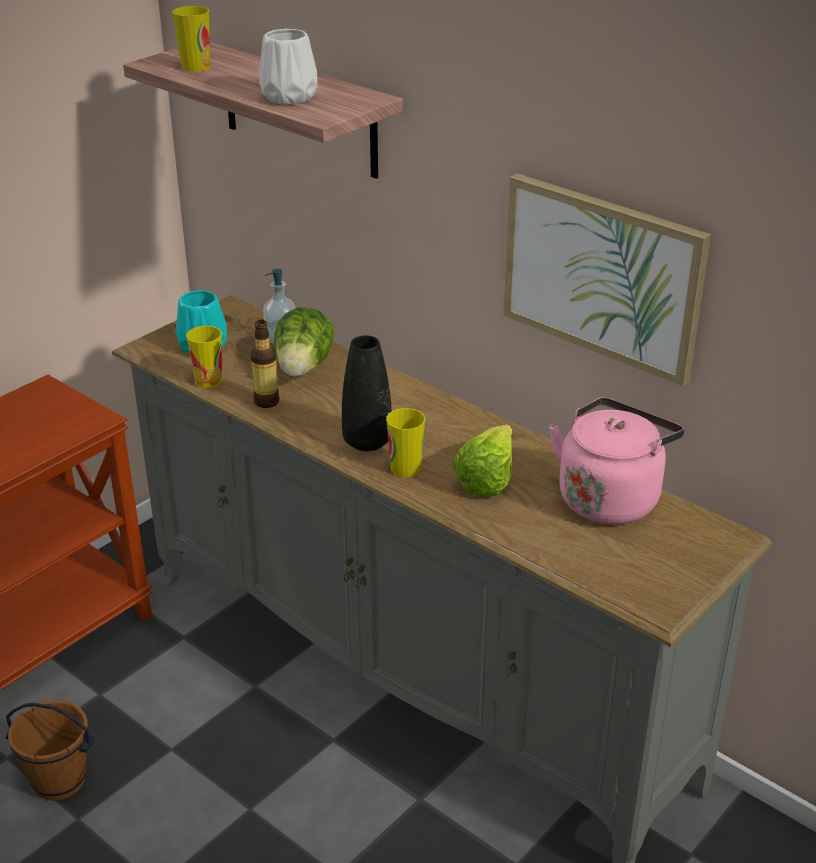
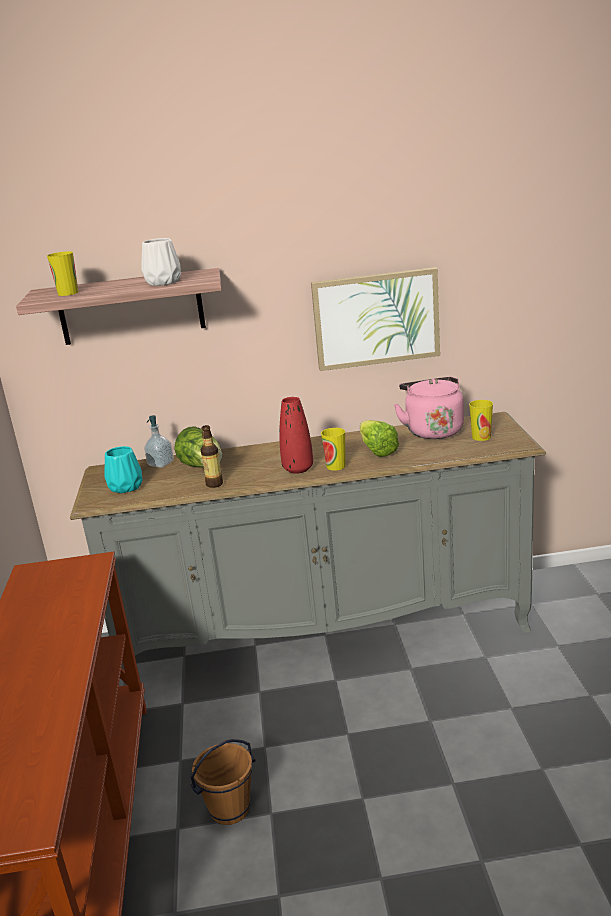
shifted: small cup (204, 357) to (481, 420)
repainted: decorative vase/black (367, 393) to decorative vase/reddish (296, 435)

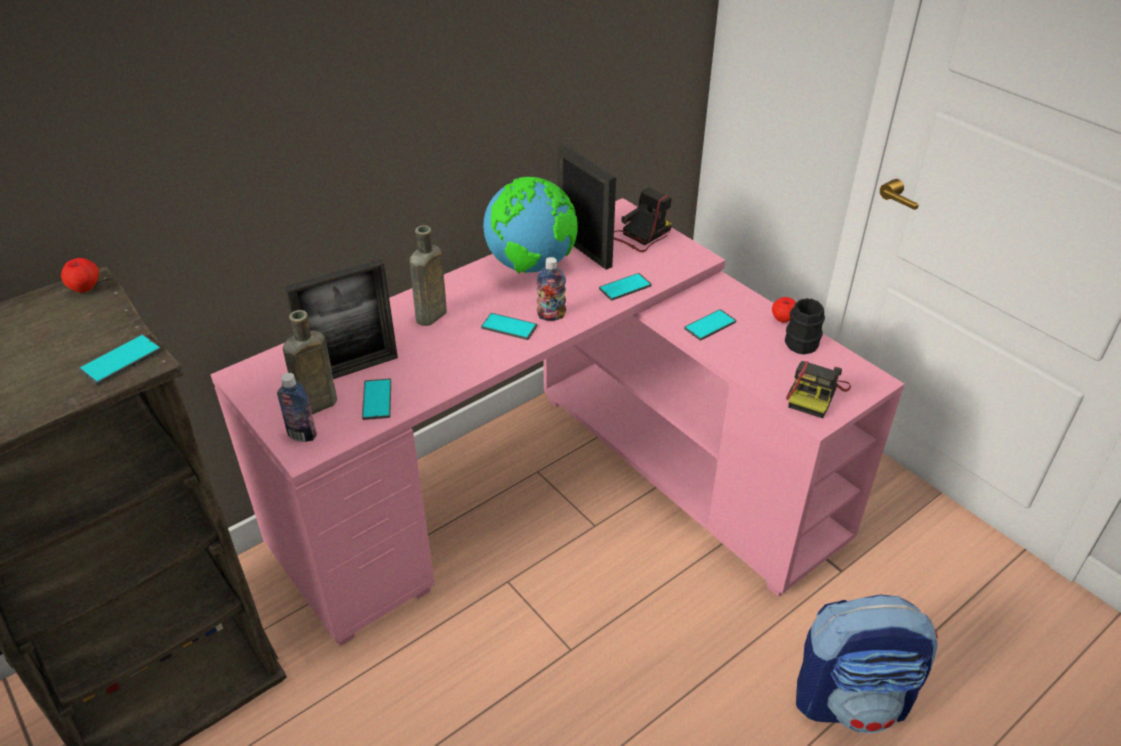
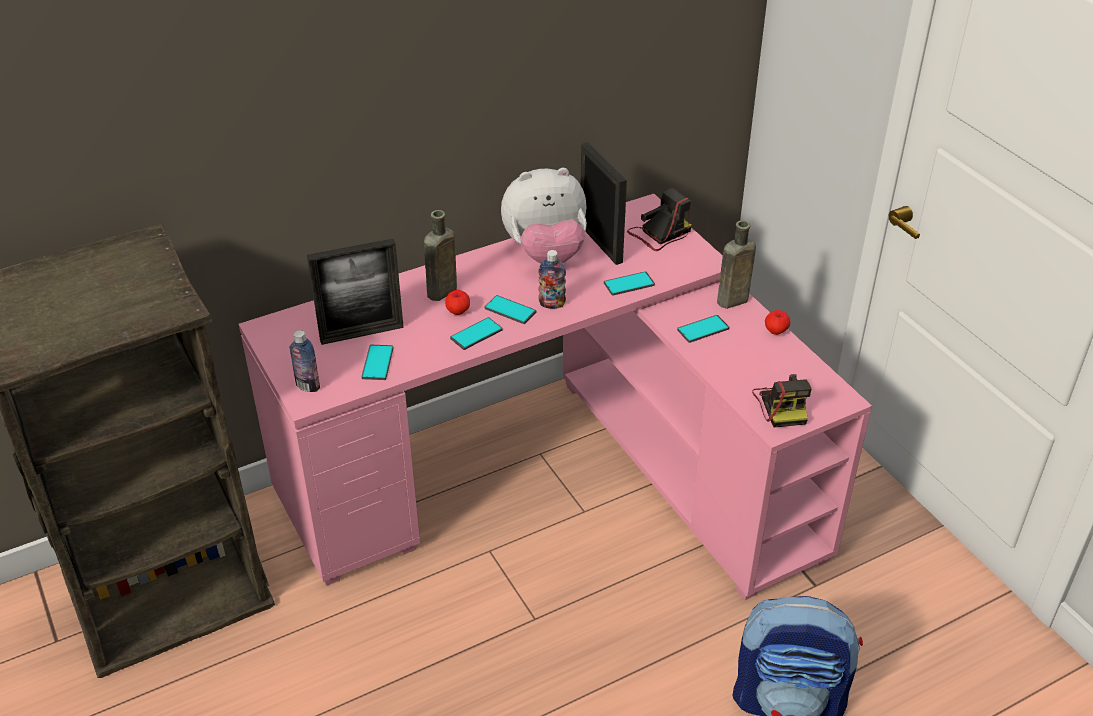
gone: coffee mug/black (805, 326)
shifted: apple (80, 275) to (457, 302); phone (120, 360) to (476, 333); drink bottle/brown-coloured (310, 362) to (736, 264)
swapped: desk globe (530, 225) to cuddly toy (544, 216)
rotated: still camera (818, 389) = (782, 400) 45 degrees counterclockwise

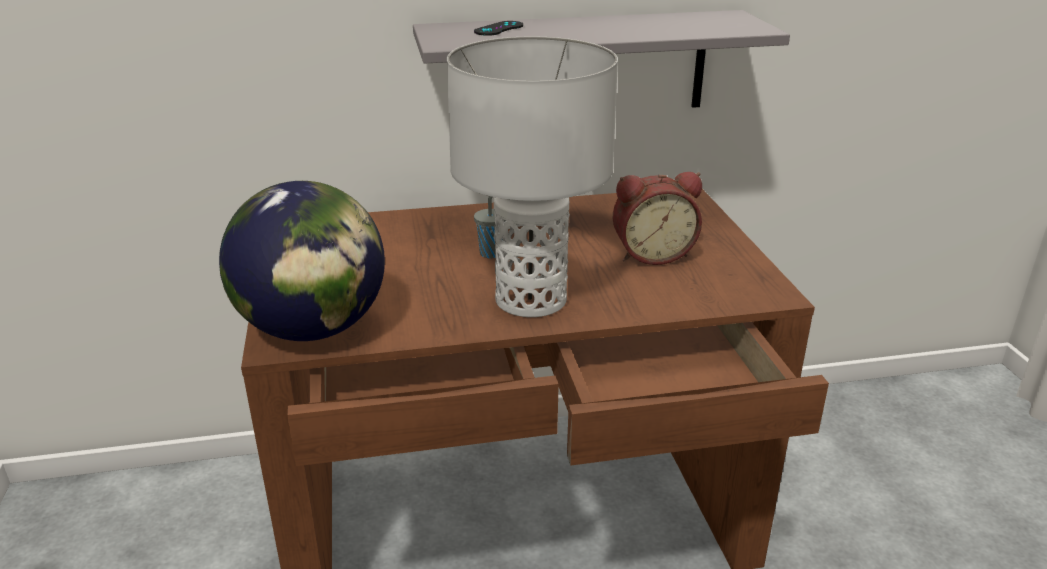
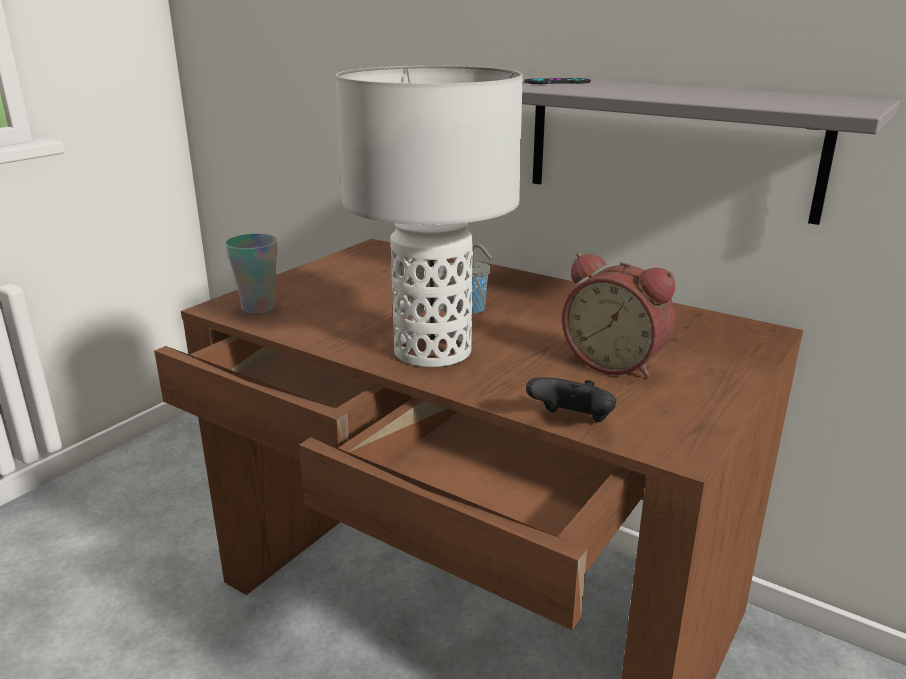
new: joypad/black (571, 399)
swapped: desk globe (302, 261) to small cup (251, 273)

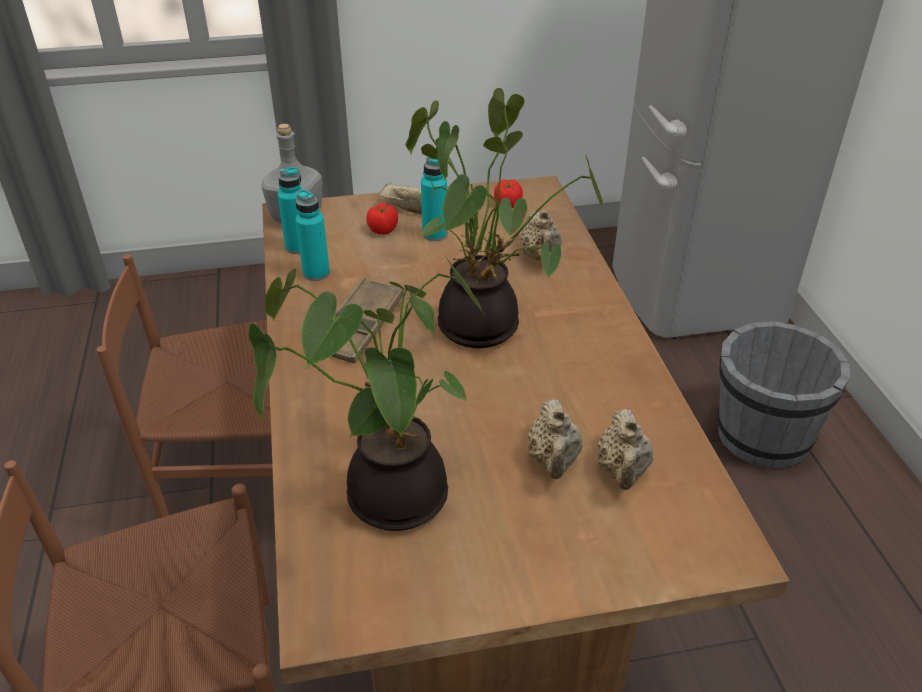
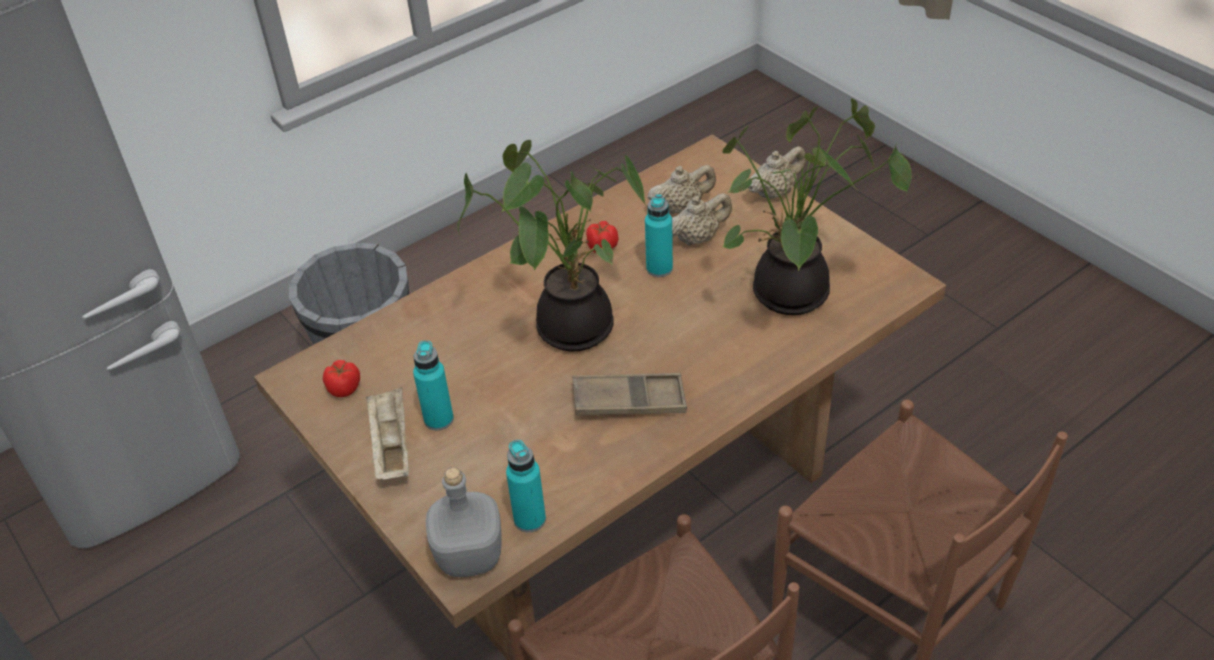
shifted: drink bottle/blue-green (312, 235) to (659, 235); fresh tomato (382, 218) to (602, 237); teapot/beige (541, 235) to (777, 173)

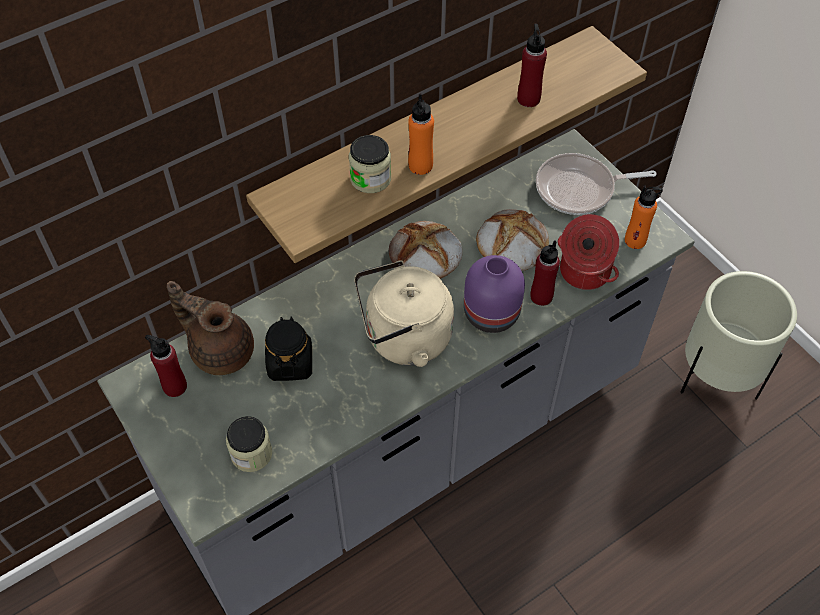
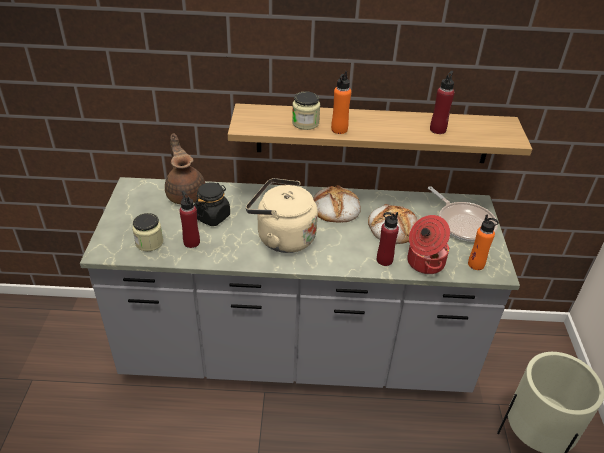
gone: decorative vase/purple-coloured (494, 294)
shifted: drink bottle/reddish (166, 366) to (189, 219)
rotated: frying pan (596, 184) = (463, 214) 150 degrees counterclockwise

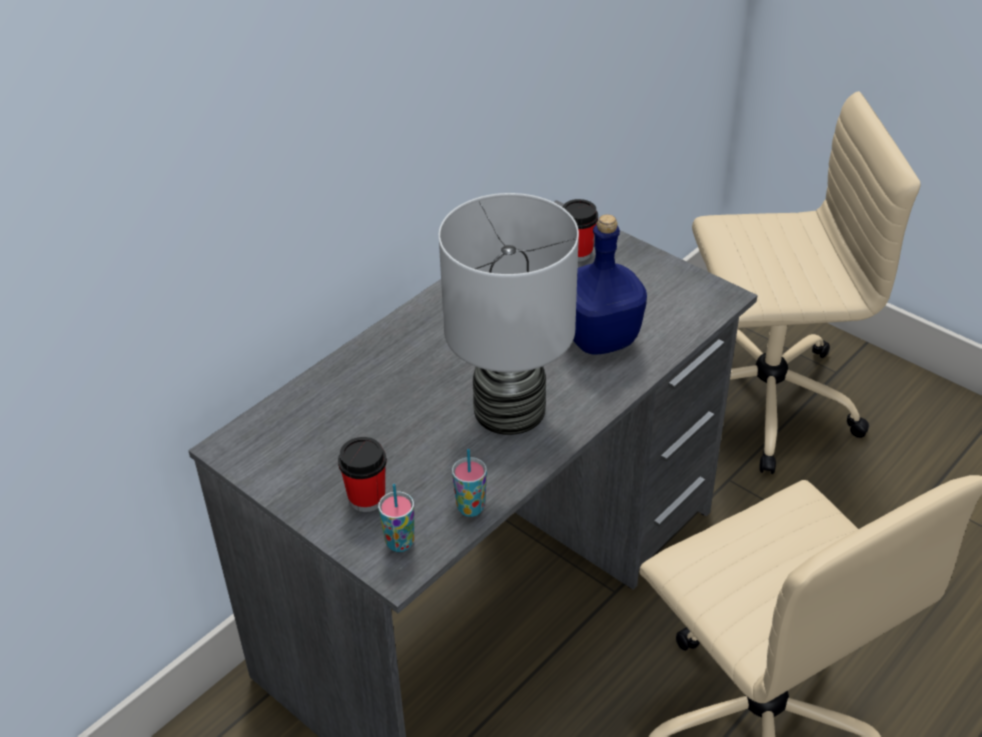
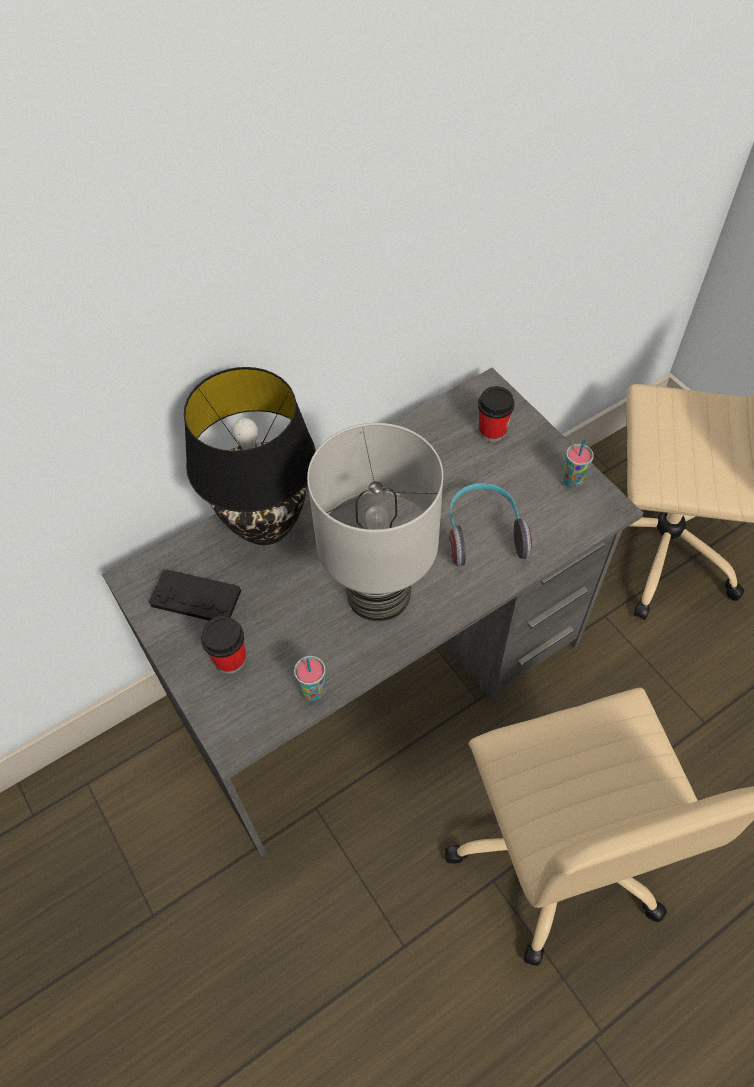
new: joypad/black (195, 594); lamp for a table/black (250, 456)
shifted: small cup (396, 518) to (578, 463)
swapped: drink bottle/blue (610, 284) to headset (490, 525)

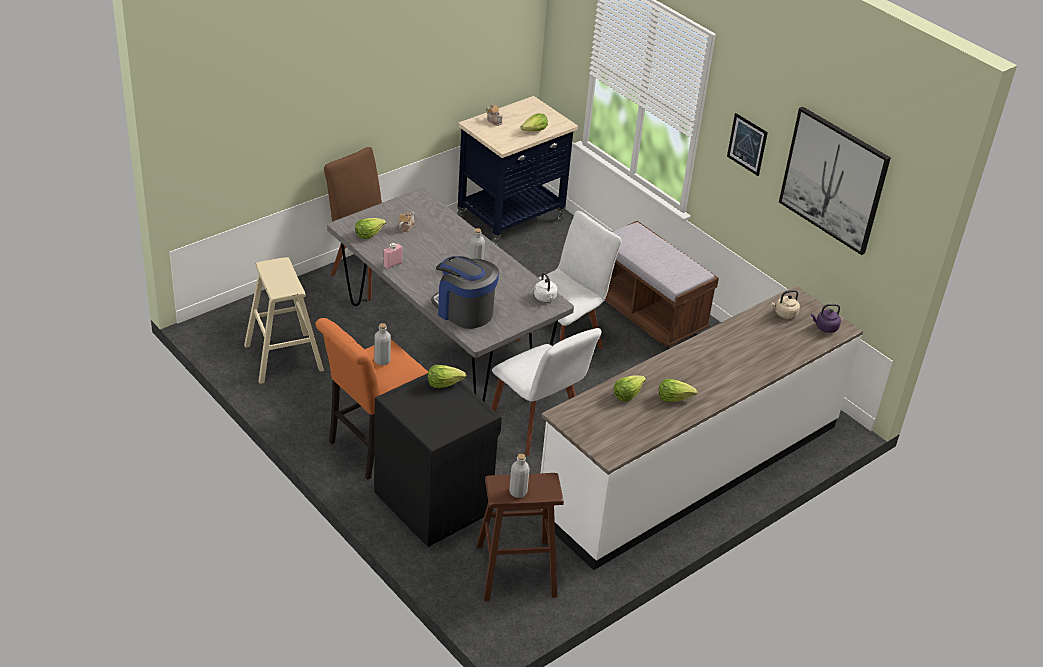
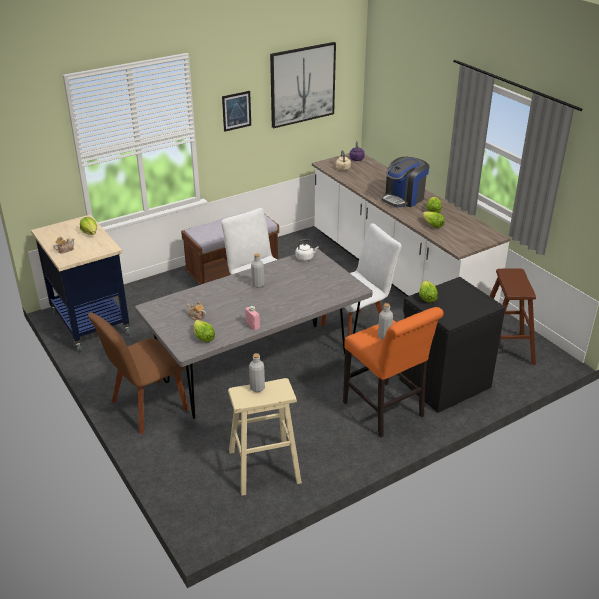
shifted: coffee maker (465, 292) to (405, 182); drink bottle/gray (519, 476) to (257, 372)

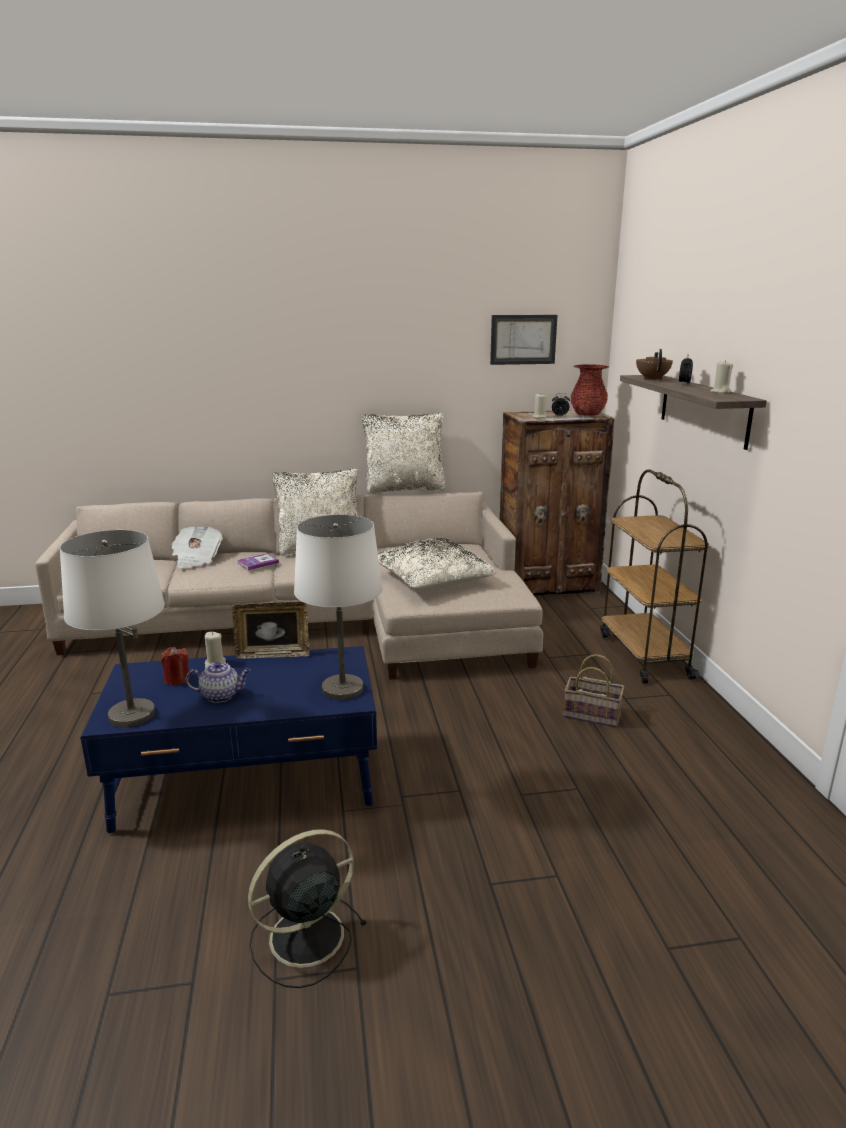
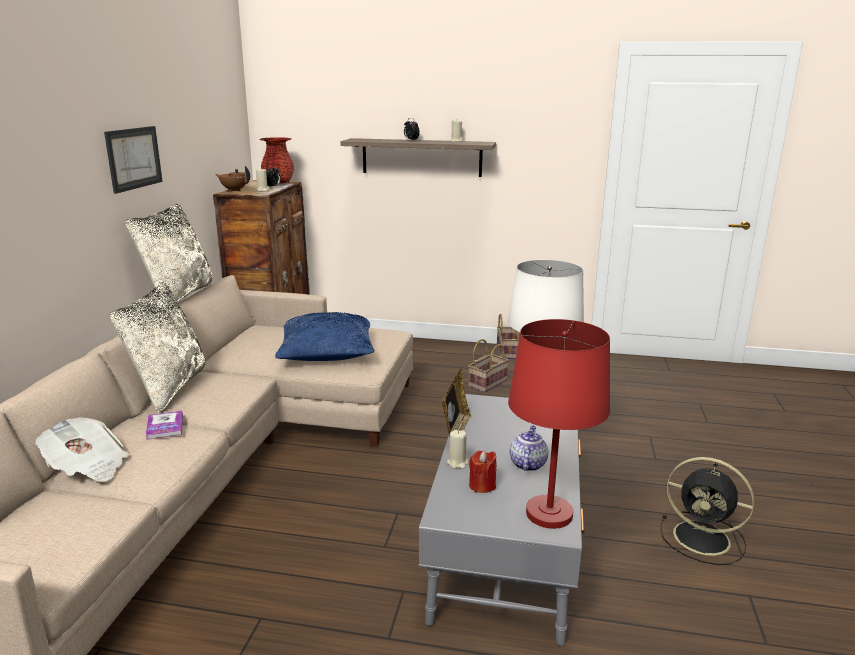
gone: trolley/brown-coloured (655, 576)
new: storage basket (508, 336)
shifted: wall art (524, 340) to (133, 160); teapot/brown-coloured (654, 364) to (232, 179)
repainted: lamp for a table/white (112, 628) to lamp for a table/reddish (559, 424); coffee table/blue (228, 739) to coffee table/gray (501, 520); throw pillow/beige (436, 564) to throw pillow/blue (324, 336)
rotated: cooling fan/black (307, 908) = (707, 511) 45 degrees counterclockwise

